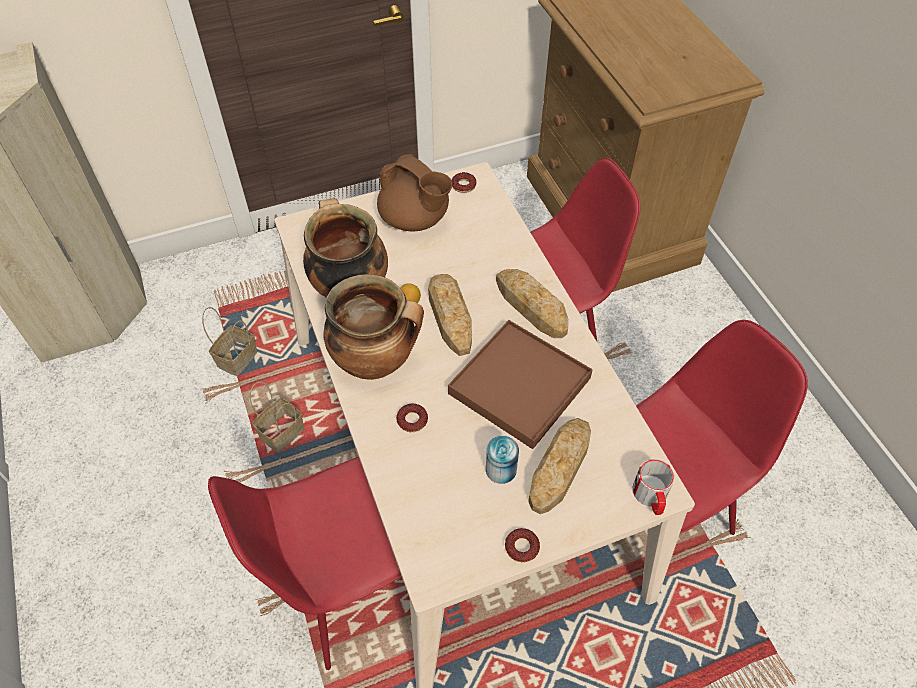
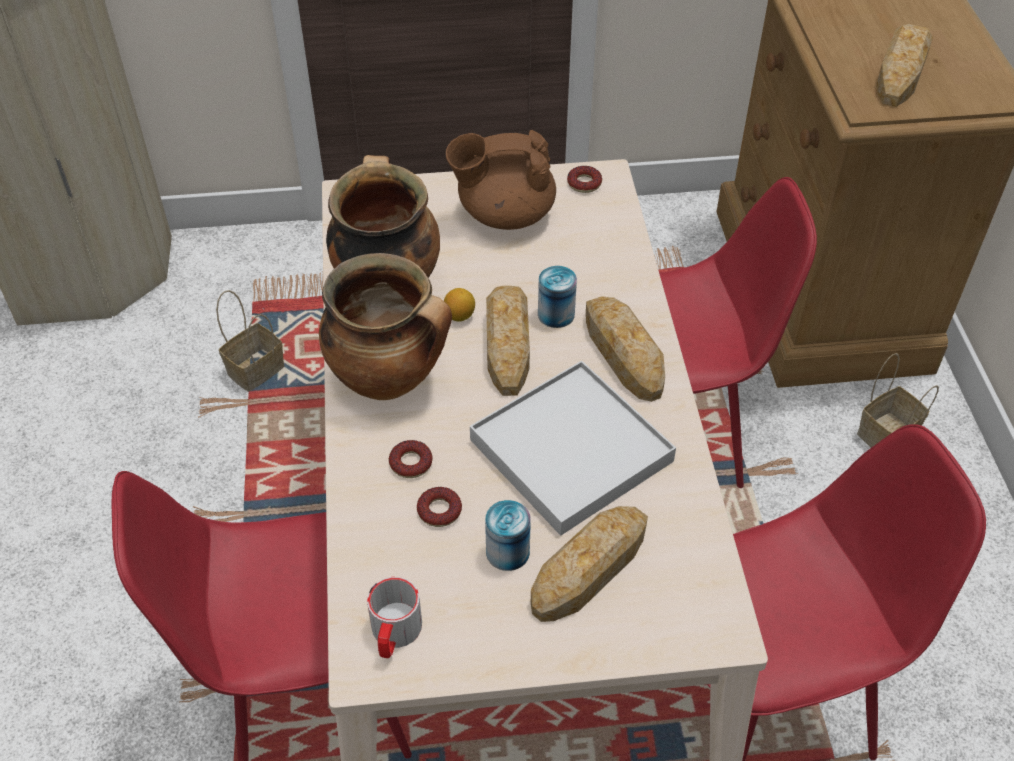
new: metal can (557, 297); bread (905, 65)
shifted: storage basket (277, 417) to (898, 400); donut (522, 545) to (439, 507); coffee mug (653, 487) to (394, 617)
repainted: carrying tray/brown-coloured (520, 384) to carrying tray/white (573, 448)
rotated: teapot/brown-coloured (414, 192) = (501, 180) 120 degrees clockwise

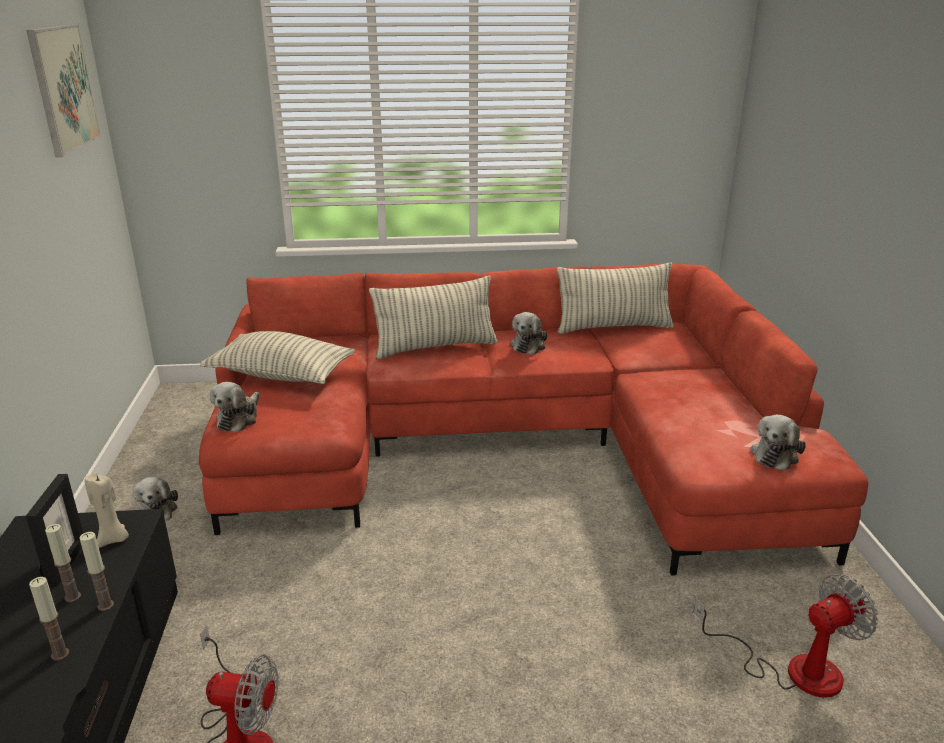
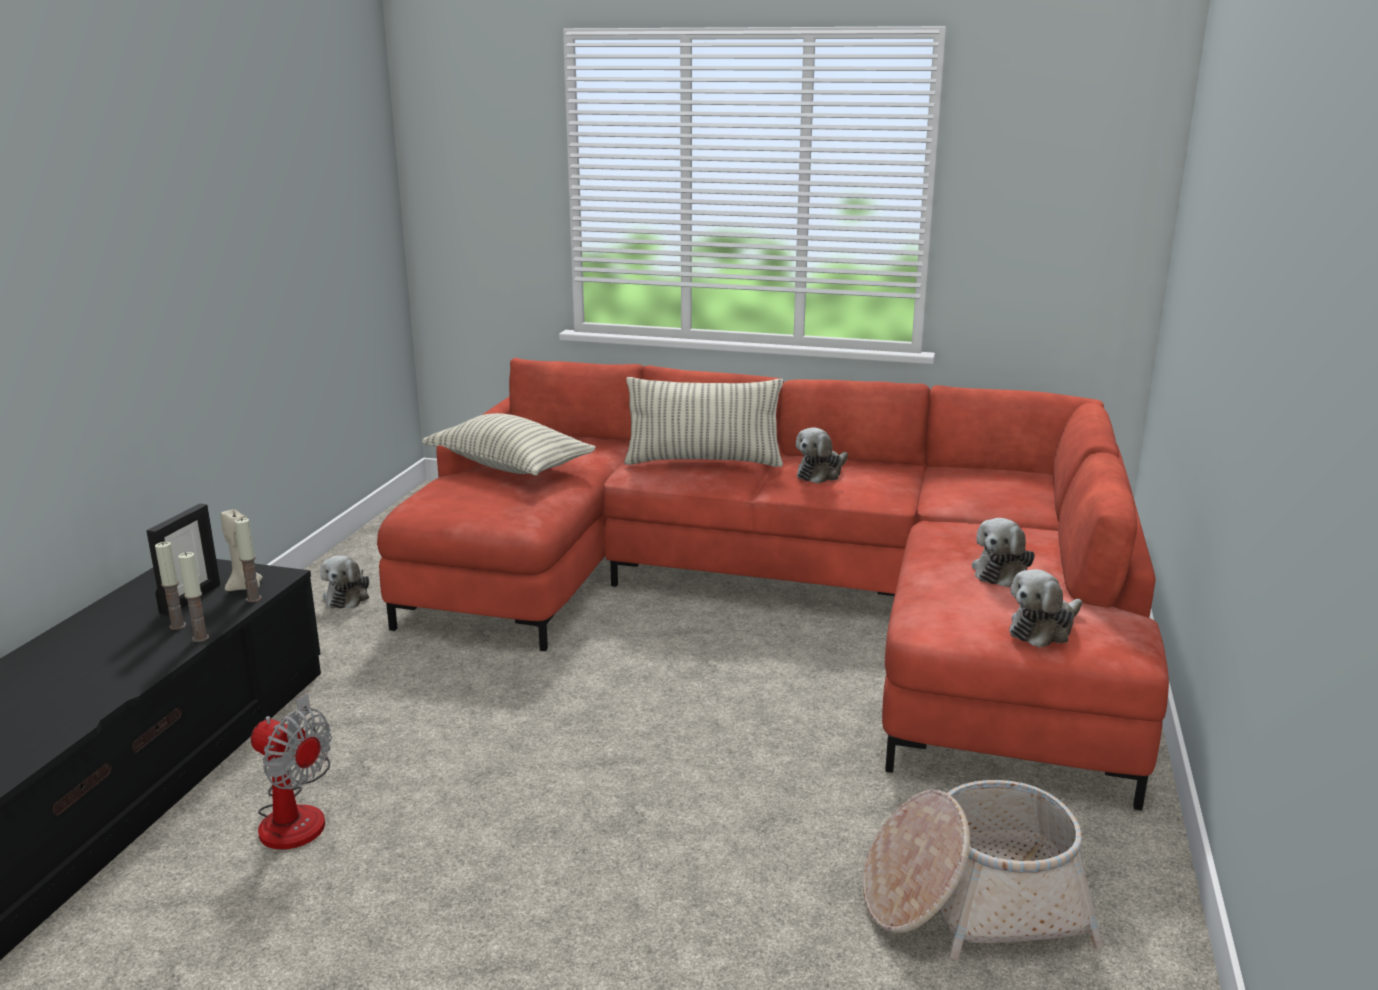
gone: wall art (63, 90); throw pillow (615, 298)
shifted: wax candle (49, 619) to (248, 560); cuddly toy (234, 407) to (1003, 553)
swapped: cooling fan (785, 636) to storage basket (983, 870)

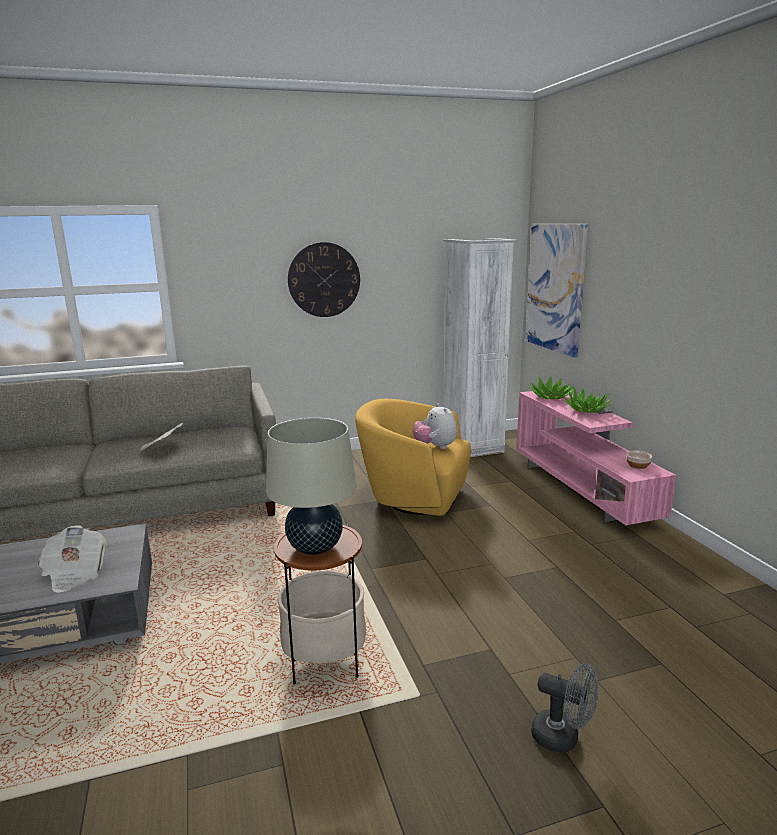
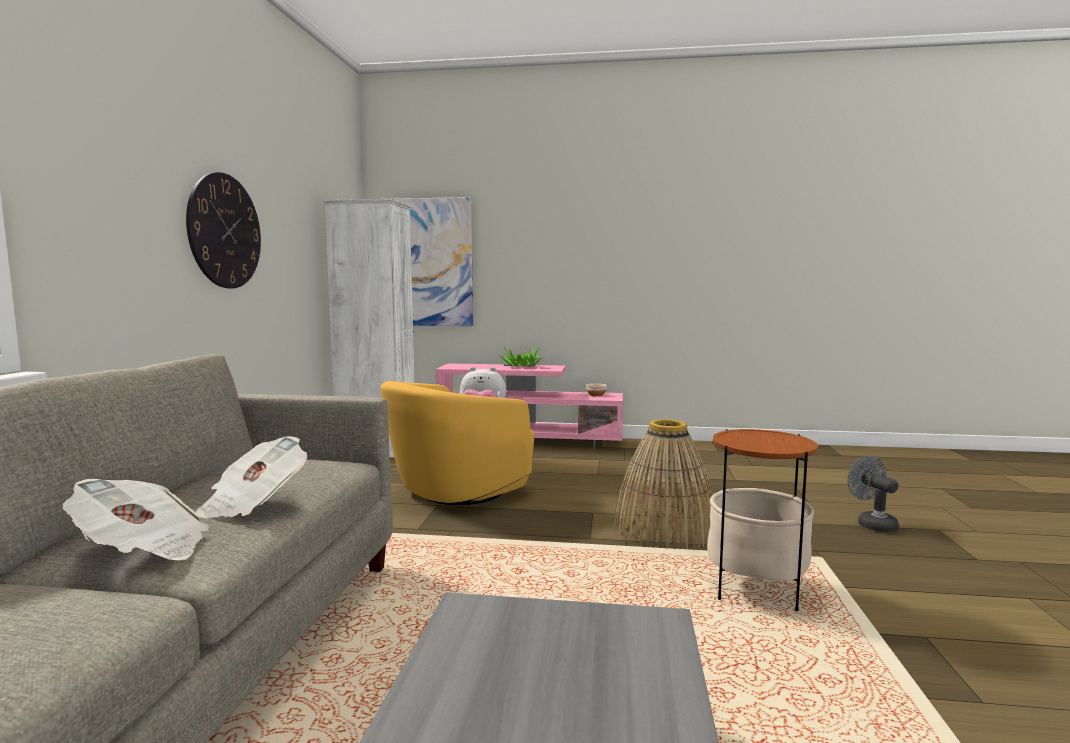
gone: lamp for a table/beige (311, 486); houseplant (551, 387)
new: storage basket (663, 484)
shifted: printed paper (72, 559) to (136, 519)
rotated: cooling fan/gray (565, 708) = (873, 494) 75 degrees counterclockwise

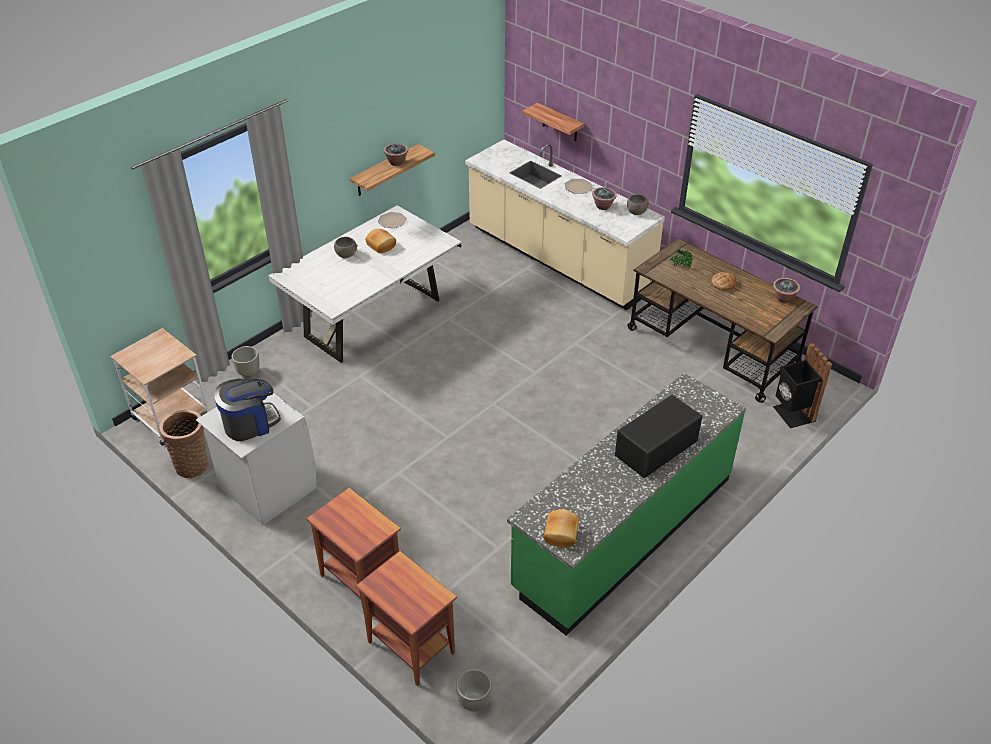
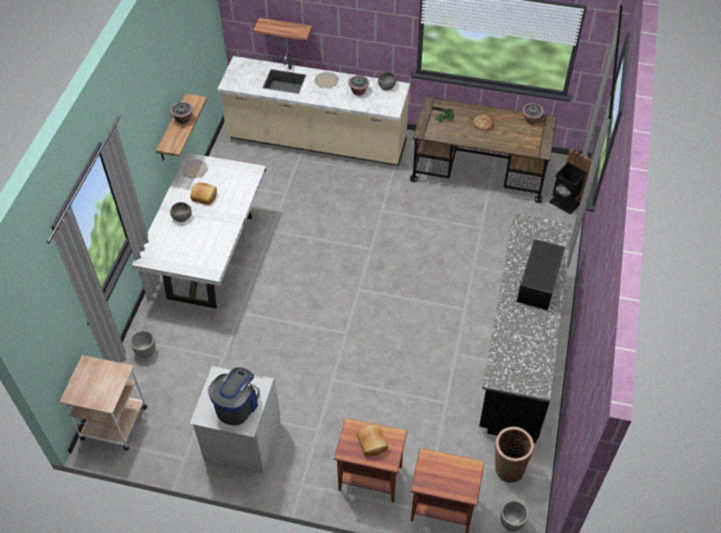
shifted: storage basket (183, 444) to (514, 455); bread (561, 528) to (372, 440)
repainted: kitchen counter/green (626, 504) to kitchen counter/black (526, 328)

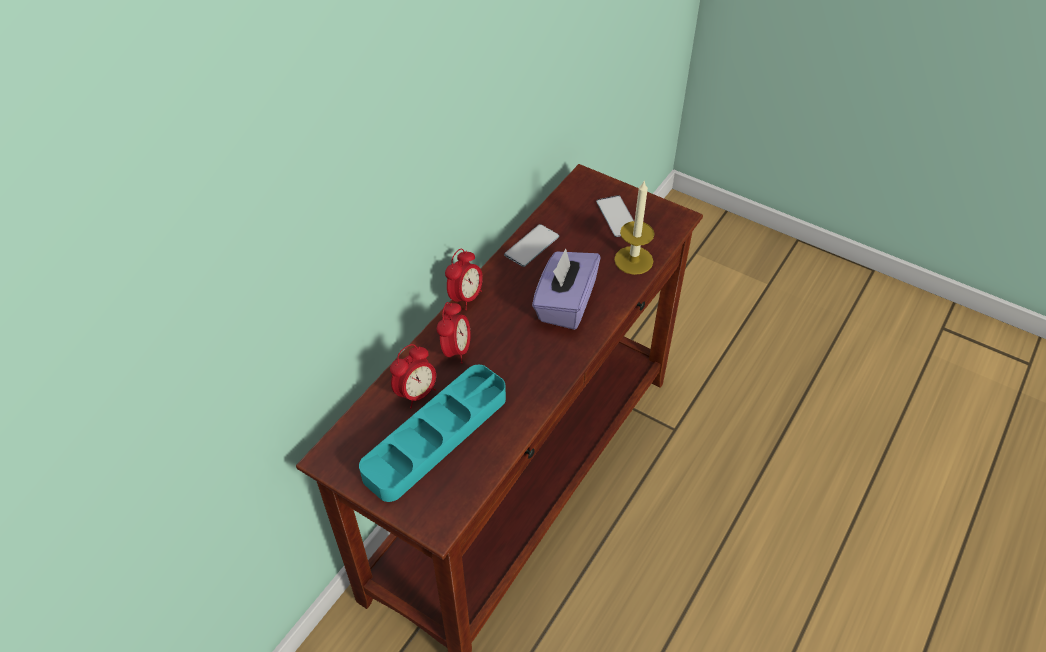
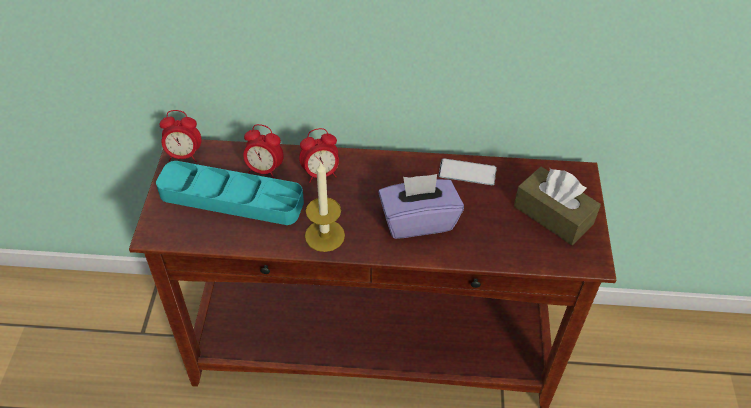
shifted: alarm clock (464, 279) to (180, 136); wax candle (634, 228) to (325, 206)
swapped: phone (615, 216) to tissue holder/brown-coloured (557, 206)

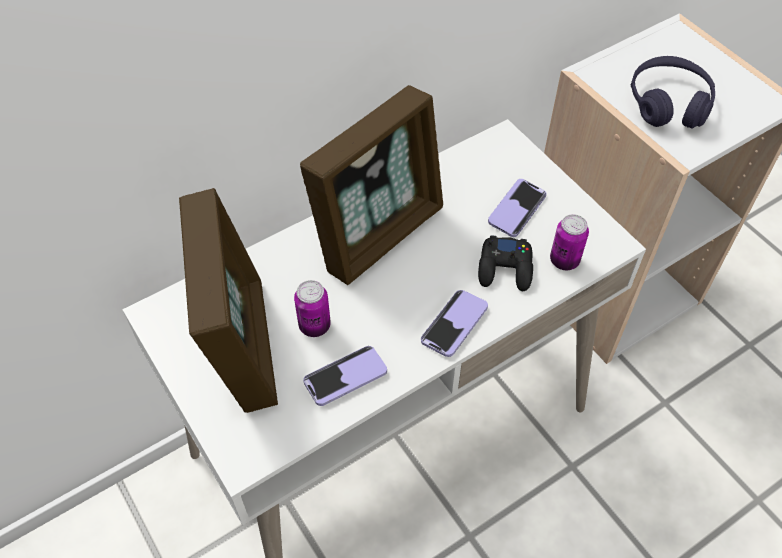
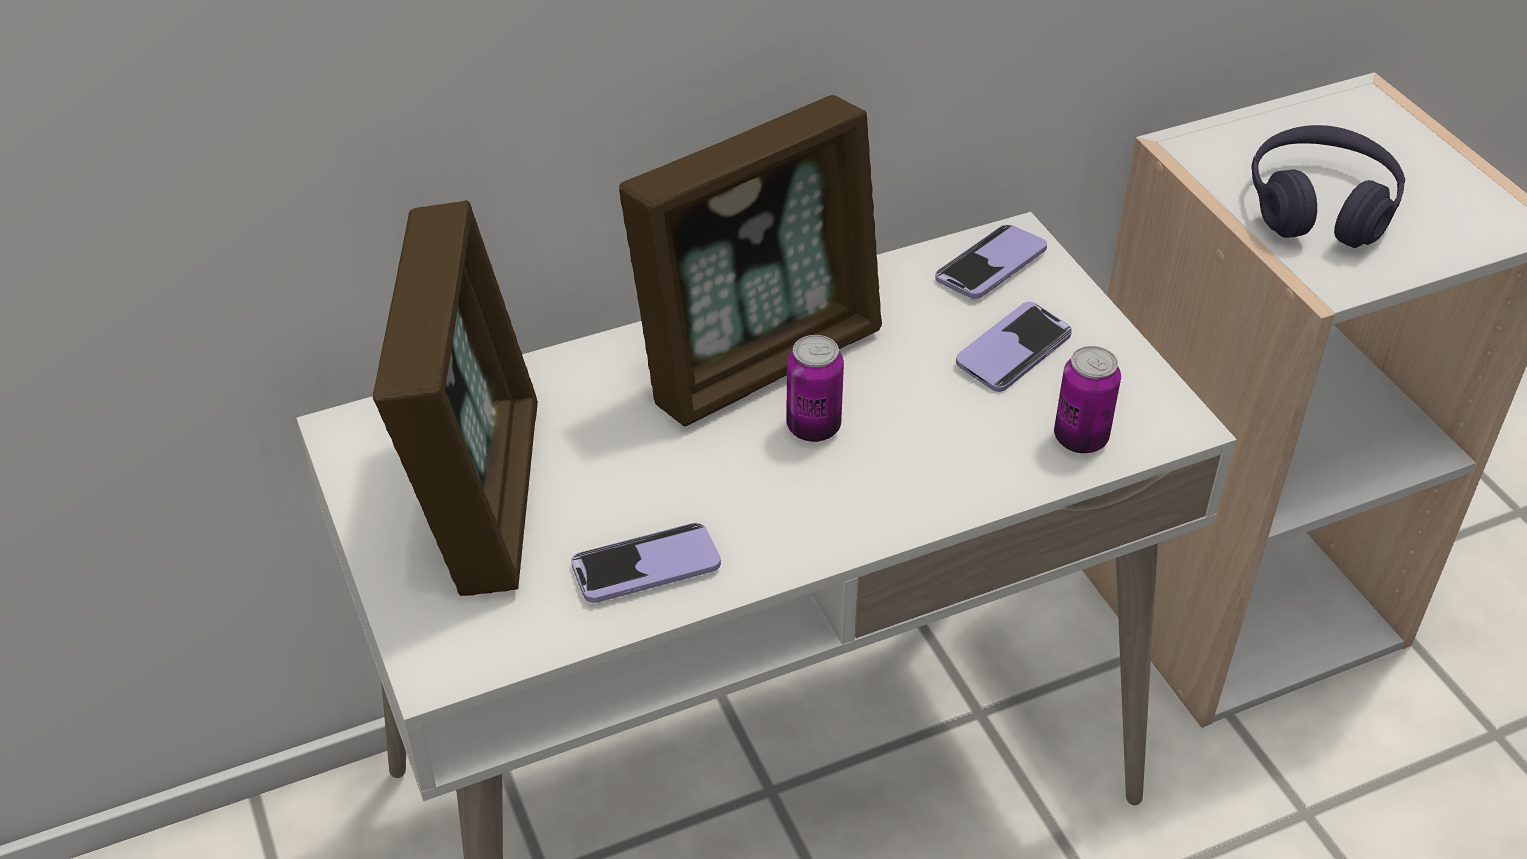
gone: joypad/black (505, 263)
shifted: metal can (312, 308) to (815, 388); phone (454, 323) to (991, 262)

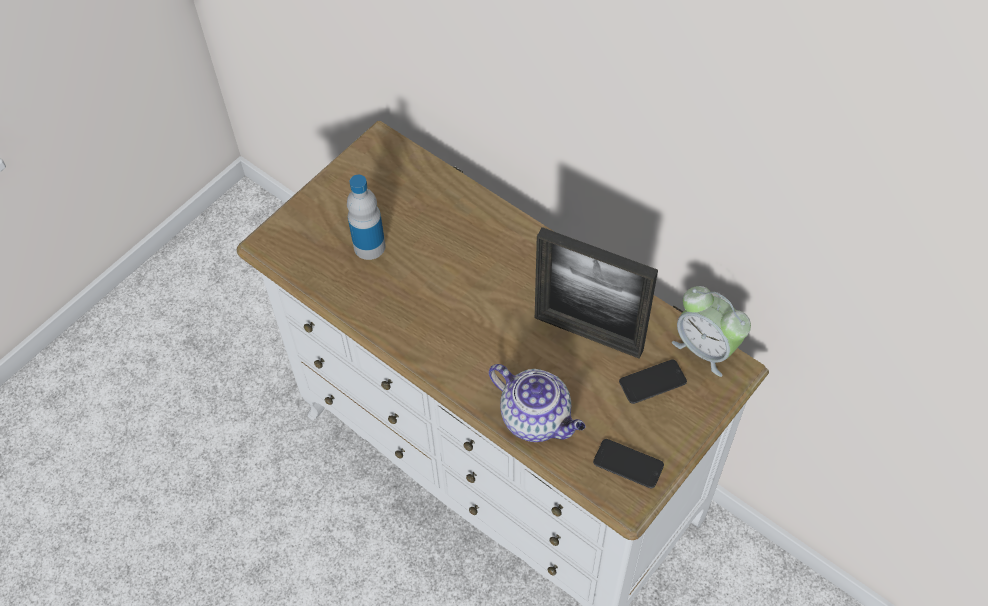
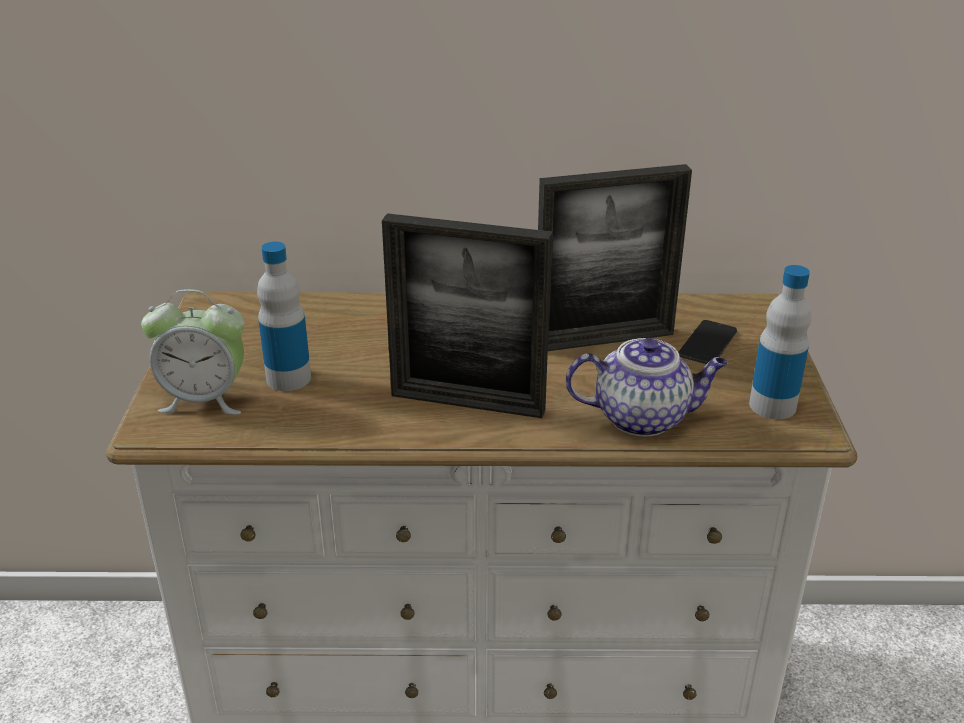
new: picture frame (467, 315)
shifted: alarm clock (711, 331) to (192, 352)
swapped: phone (628, 463) to drink bottle (780, 342)

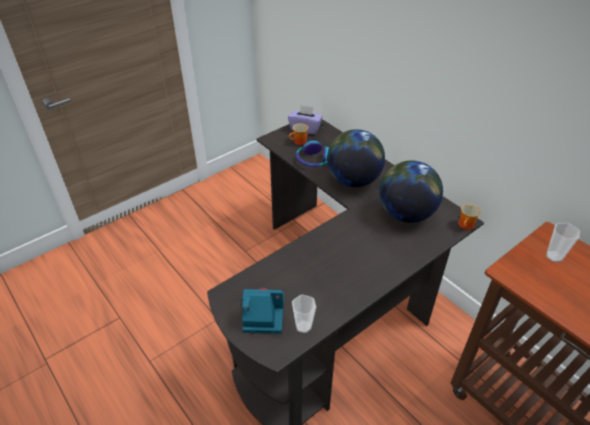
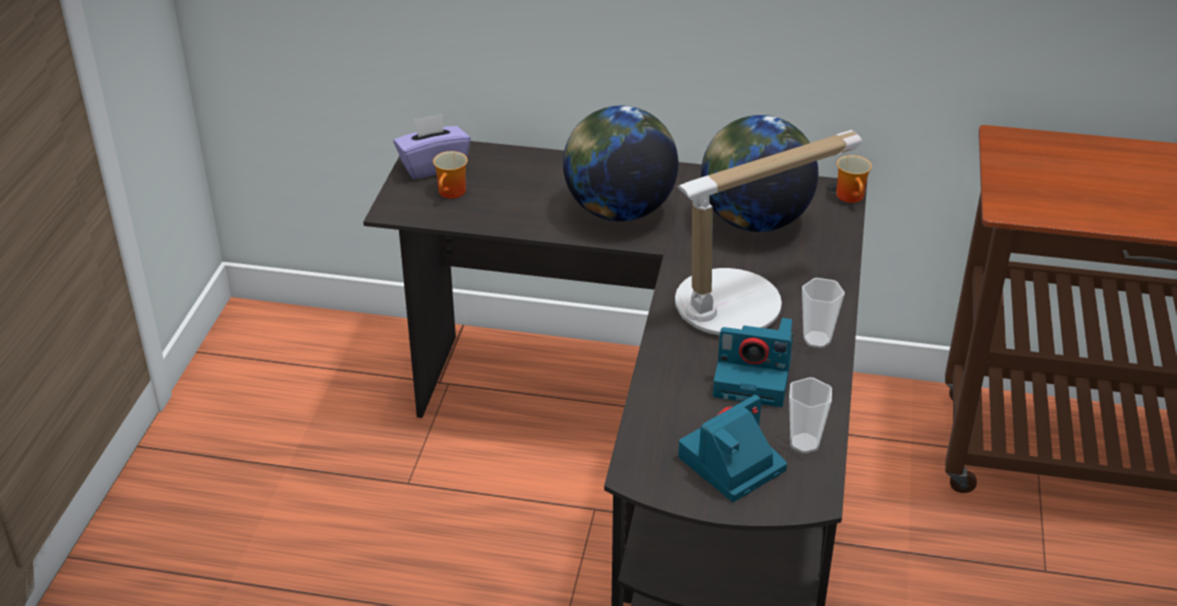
gone: headset (312, 153)
new: lamp for a table (768, 232); still camera (753, 362)
shifted: small cup (563, 242) to (823, 313)

